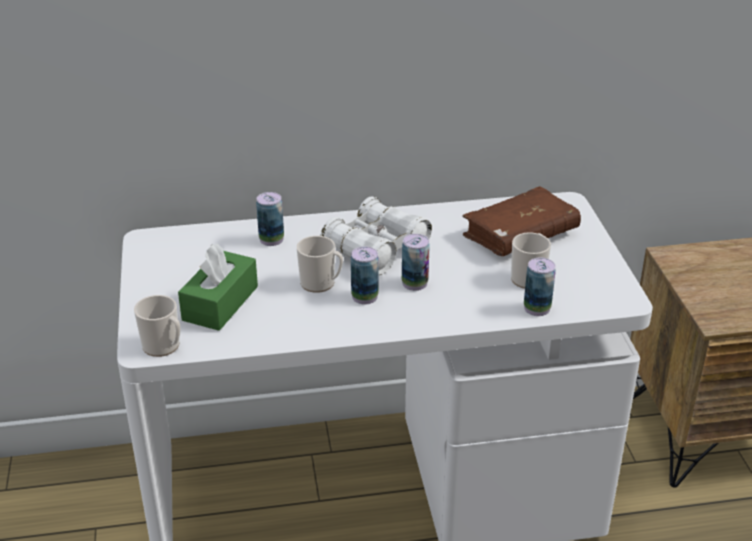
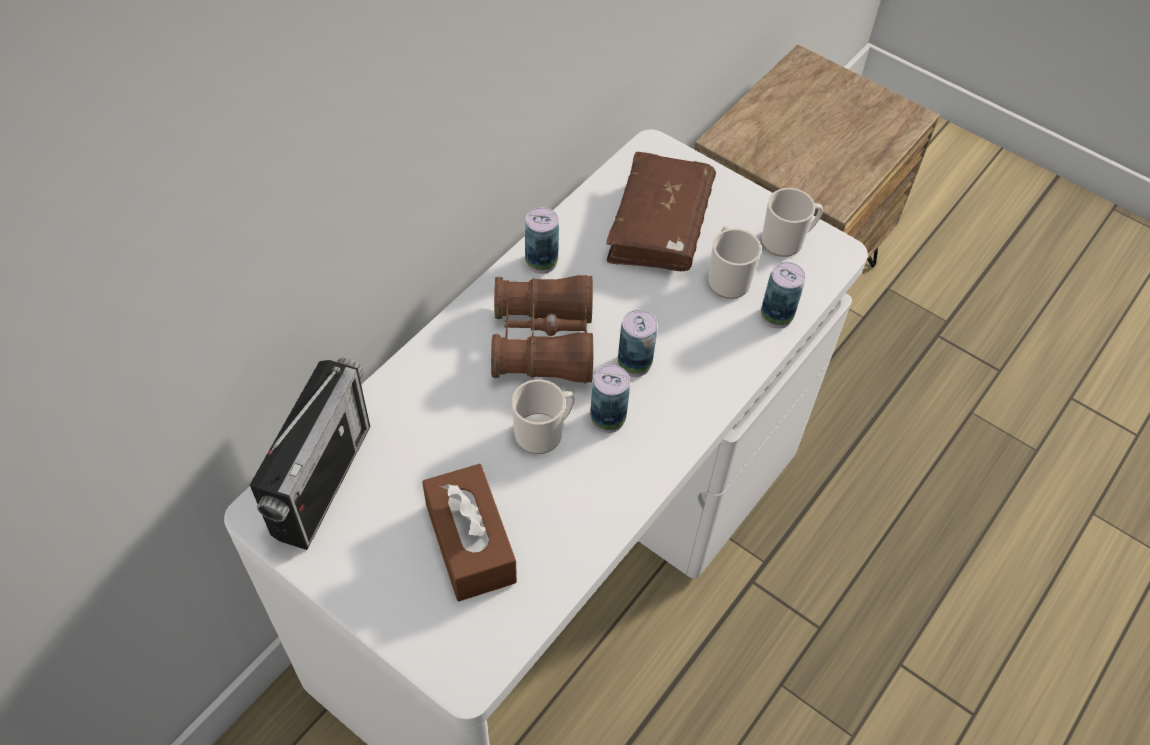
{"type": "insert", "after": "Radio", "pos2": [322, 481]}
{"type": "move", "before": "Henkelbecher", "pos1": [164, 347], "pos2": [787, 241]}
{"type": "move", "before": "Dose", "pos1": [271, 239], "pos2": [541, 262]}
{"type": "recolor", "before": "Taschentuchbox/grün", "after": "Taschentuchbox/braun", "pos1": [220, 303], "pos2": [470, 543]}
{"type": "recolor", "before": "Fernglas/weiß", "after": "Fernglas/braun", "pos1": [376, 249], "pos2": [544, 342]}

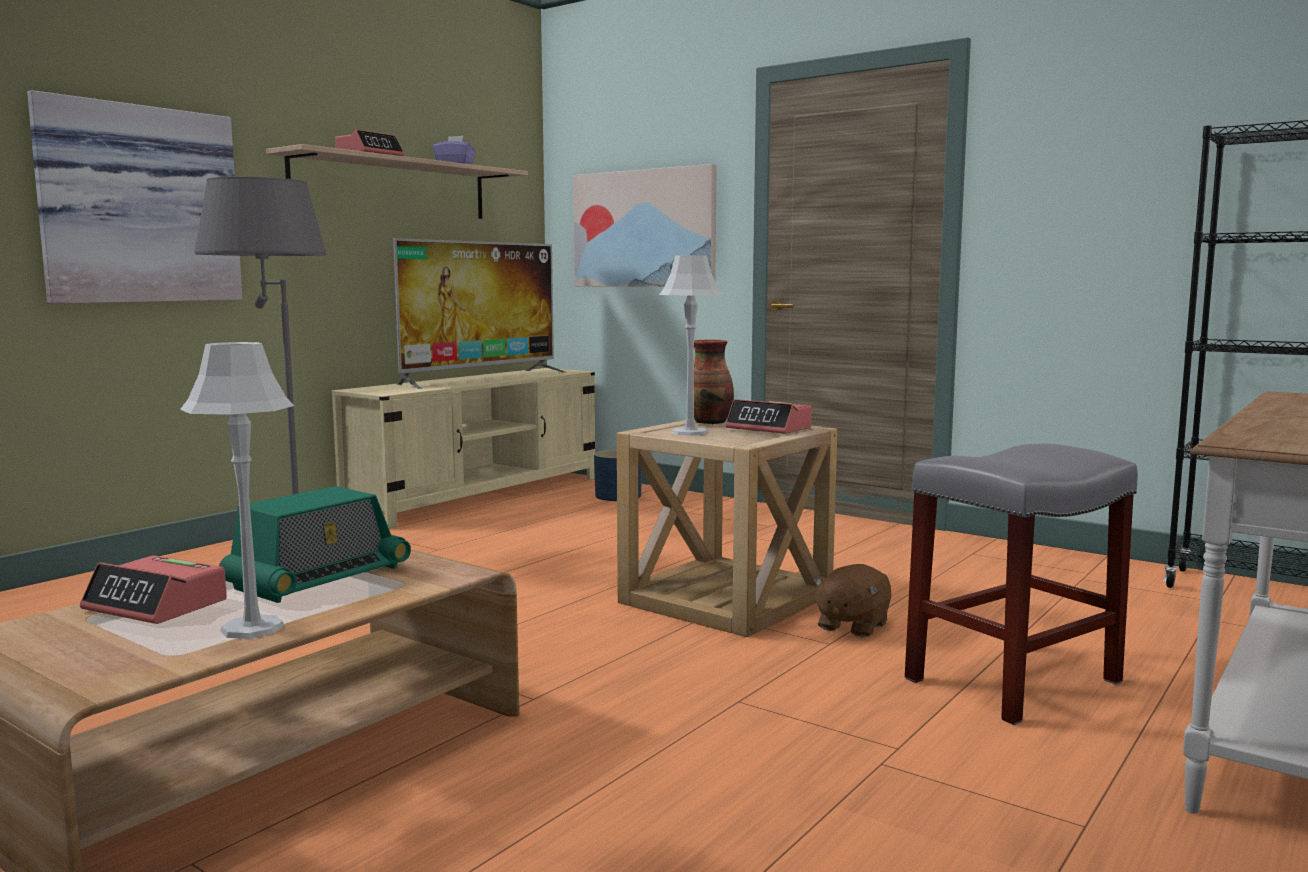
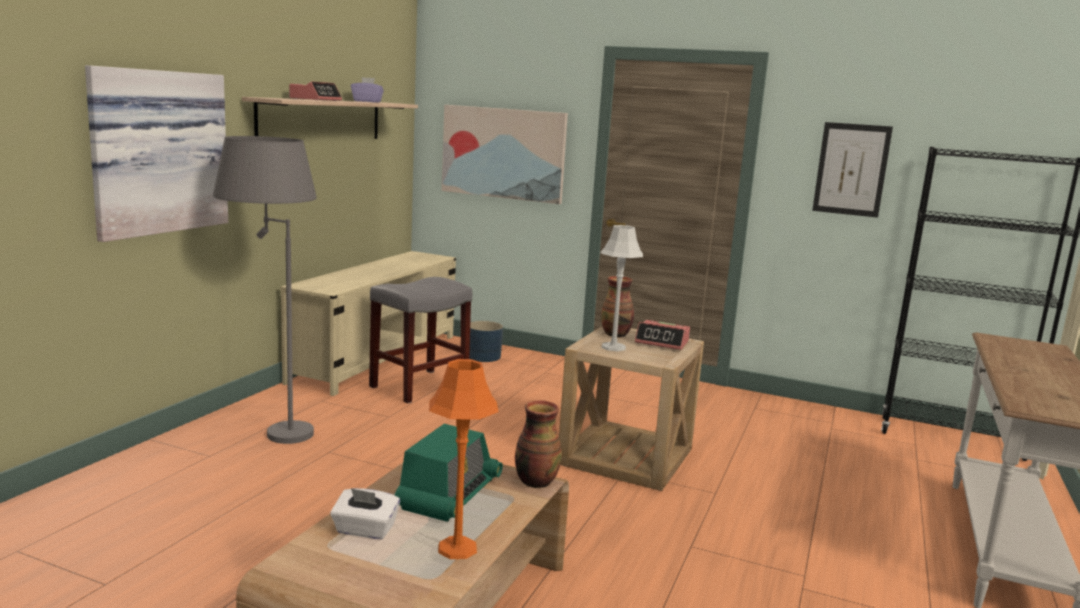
{"type": "delete", "before": "Fernseher", "pos1": [481, 378]}
{"type": "delete", "before": "Plüschtier/braun", "pos1": [851, 626]}
{"type": "insert", "after": "Vase", "pos2": [535, 481]}
{"type": "insert", "after": "Bild", "pos2": [851, 169]}
{"type": "move", "before": "Hocker/grau", "pos1": [1013, 680], "pos2": [419, 386]}
{"type": "replace", "before": "Wecker", "after": "Taschentuchbox/weiß", "pos1": [156, 605], "pos2": [365, 530]}
{"type": "recolor", "before": "Tischlampe/grau", "after": "Tischlampe/orange", "pos1": [253, 628], "pos2": [457, 548]}

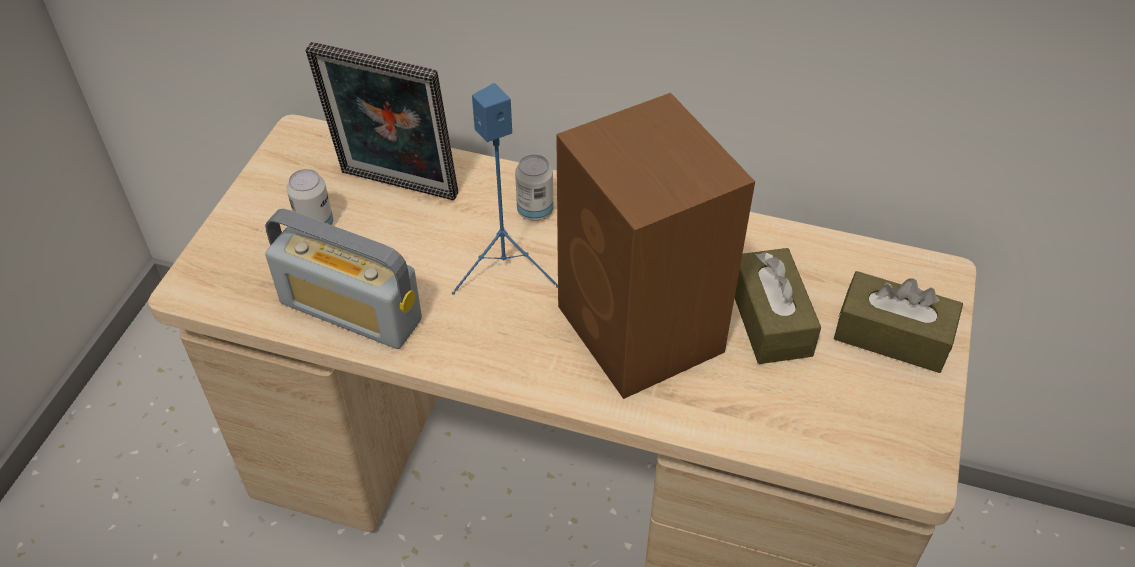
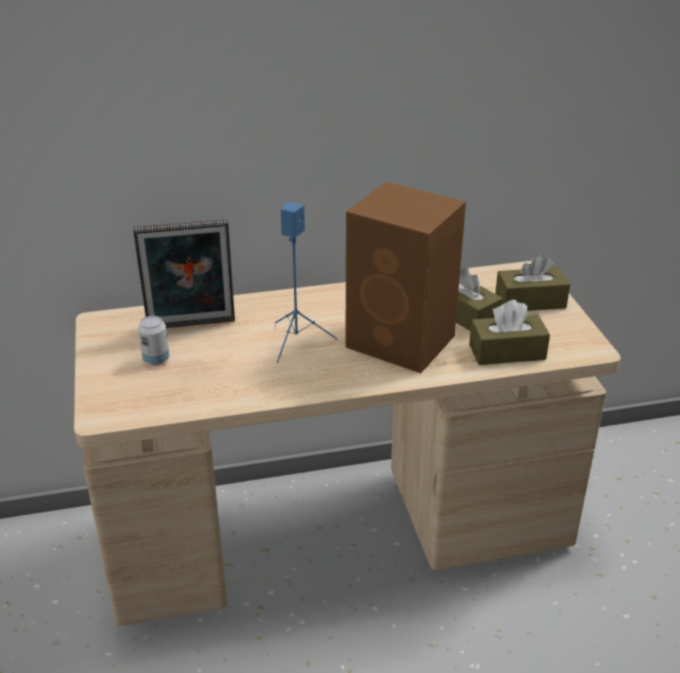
{"type": "delete", "before": "Radio", "pos1": [351, 311]}
{"type": "delete", "before": "Dose", "pos1": [535, 211]}
{"type": "insert", "after": "Taschentuchbox/braun", "pos2": [507, 352]}

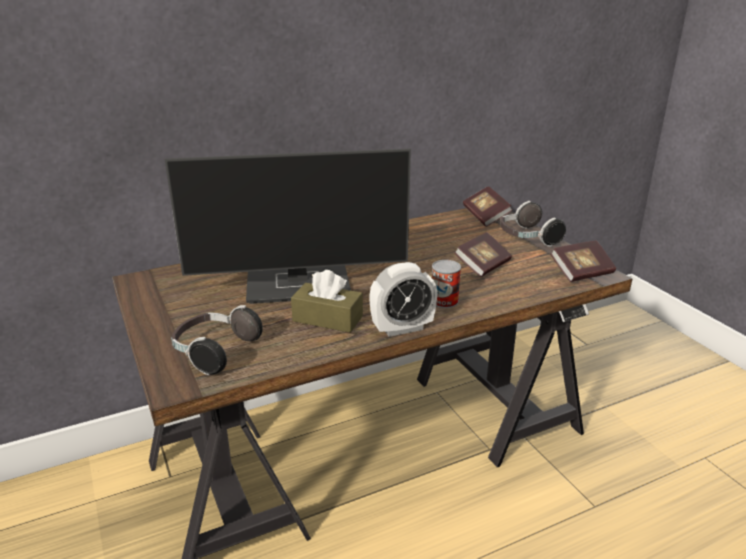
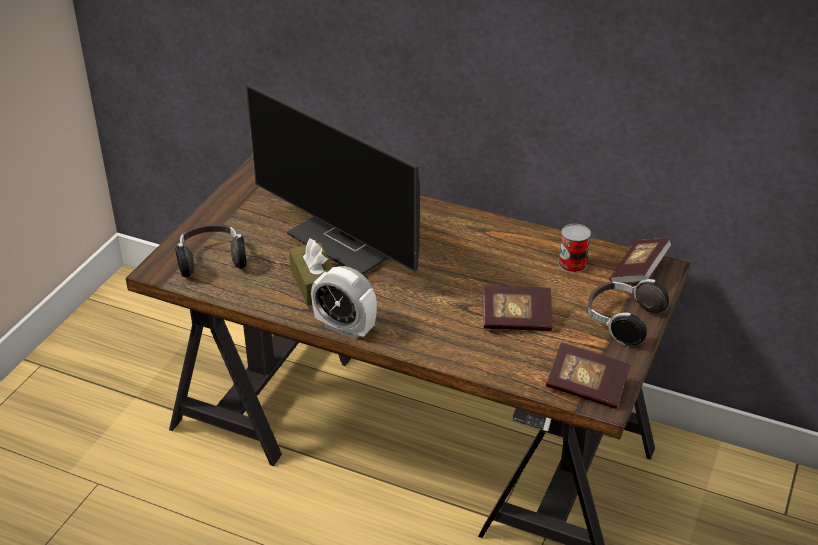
{"type": "move", "before": "Dose", "pos1": [444, 301], "pos2": [572, 264]}

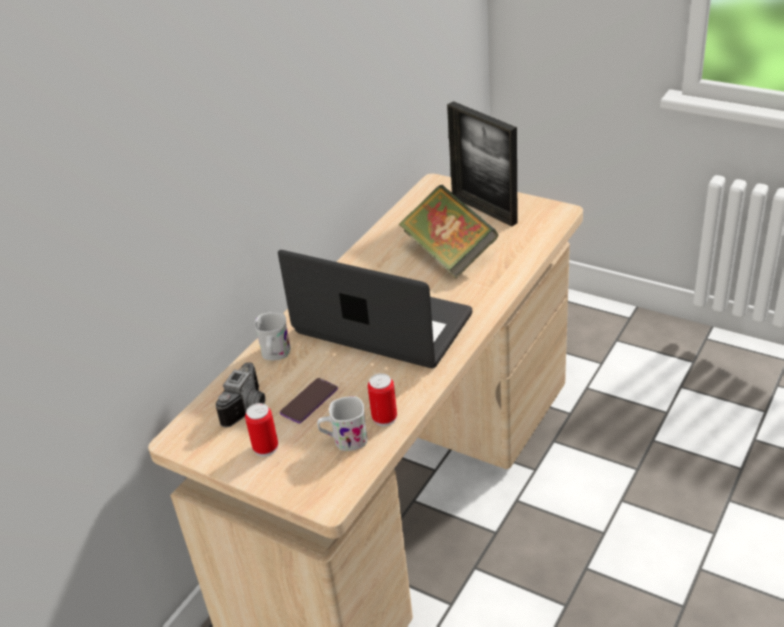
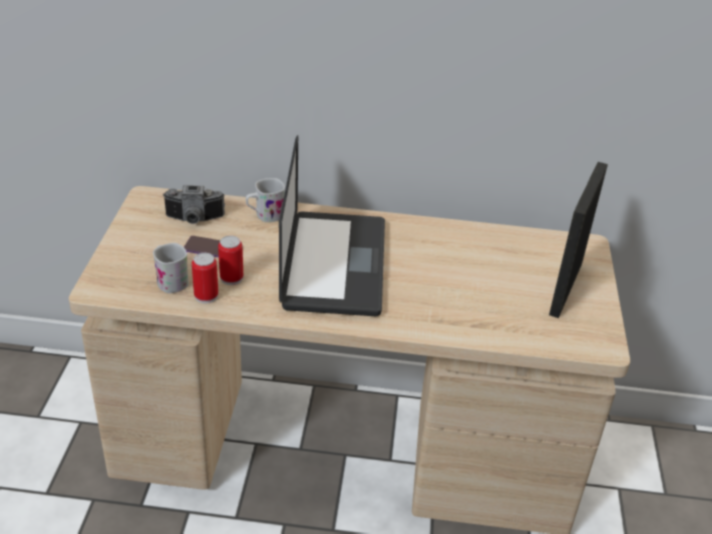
{"type": "delete", "before": "Buch", "pos1": [449, 254]}
{"type": "move", "before": "Dose", "pos1": [265, 447], "pos2": [231, 278]}

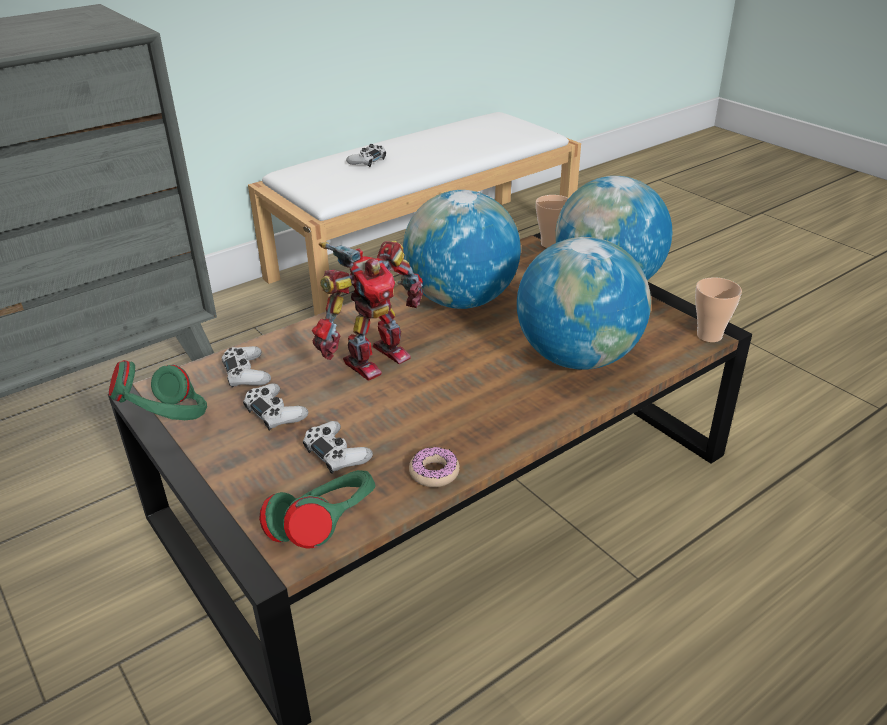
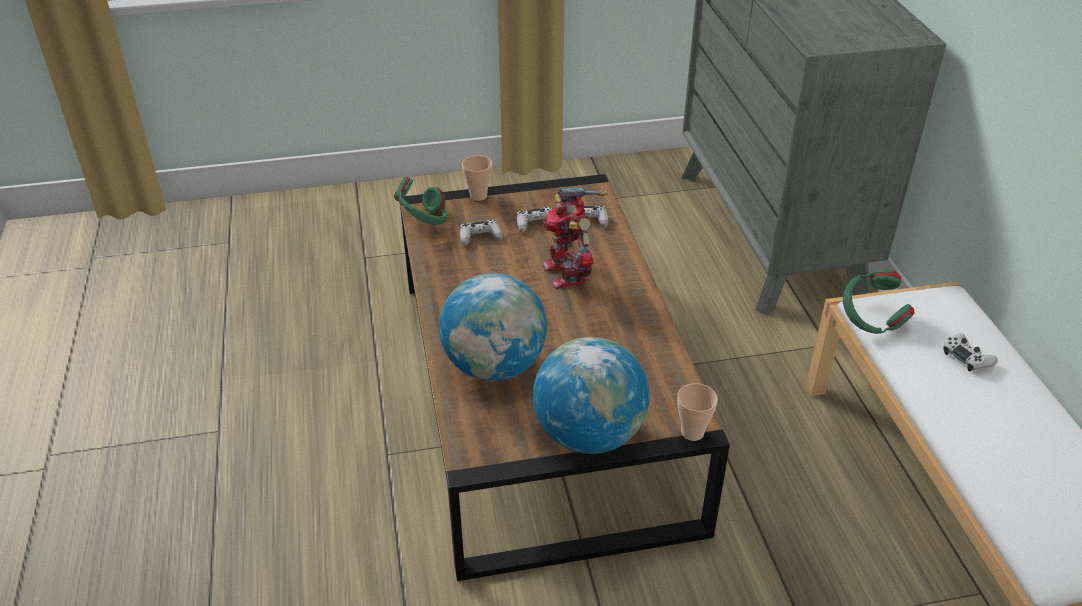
{"type": "delete", "before": "Globus", "pos1": [461, 300]}
{"type": "delete", "before": "Donut", "pos1": [434, 472]}
{"type": "move", "before": "Kopfhörer/grün", "pos1": [168, 420], "pos2": [871, 321]}
{"type": "move", "before": "Tasse", "pos1": [709, 335], "pos2": [478, 196]}

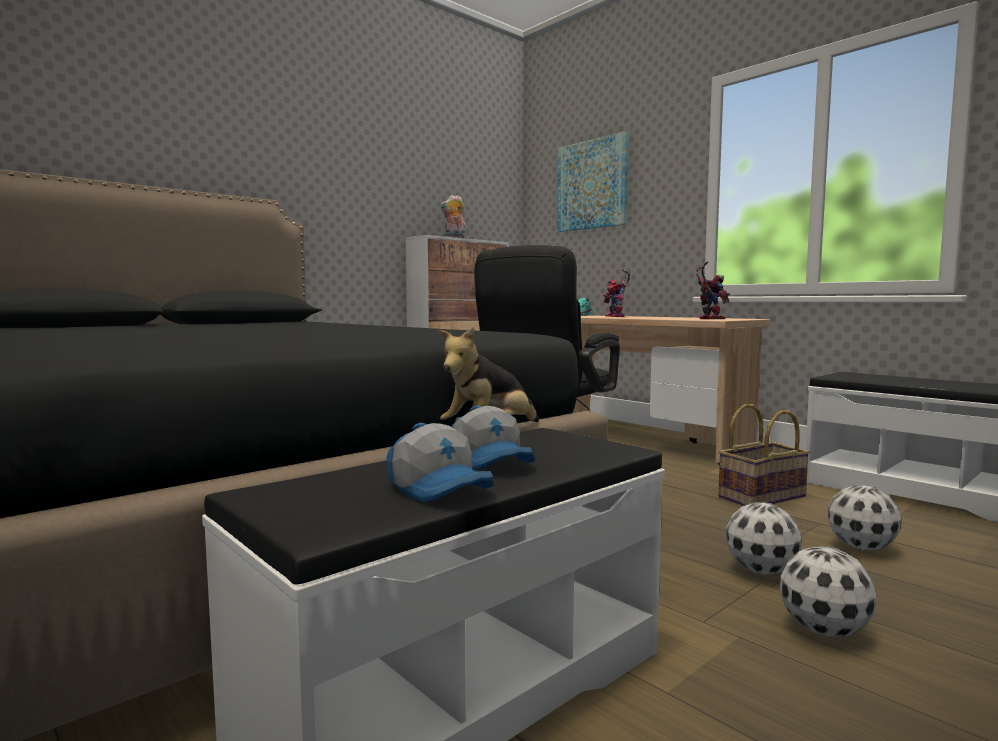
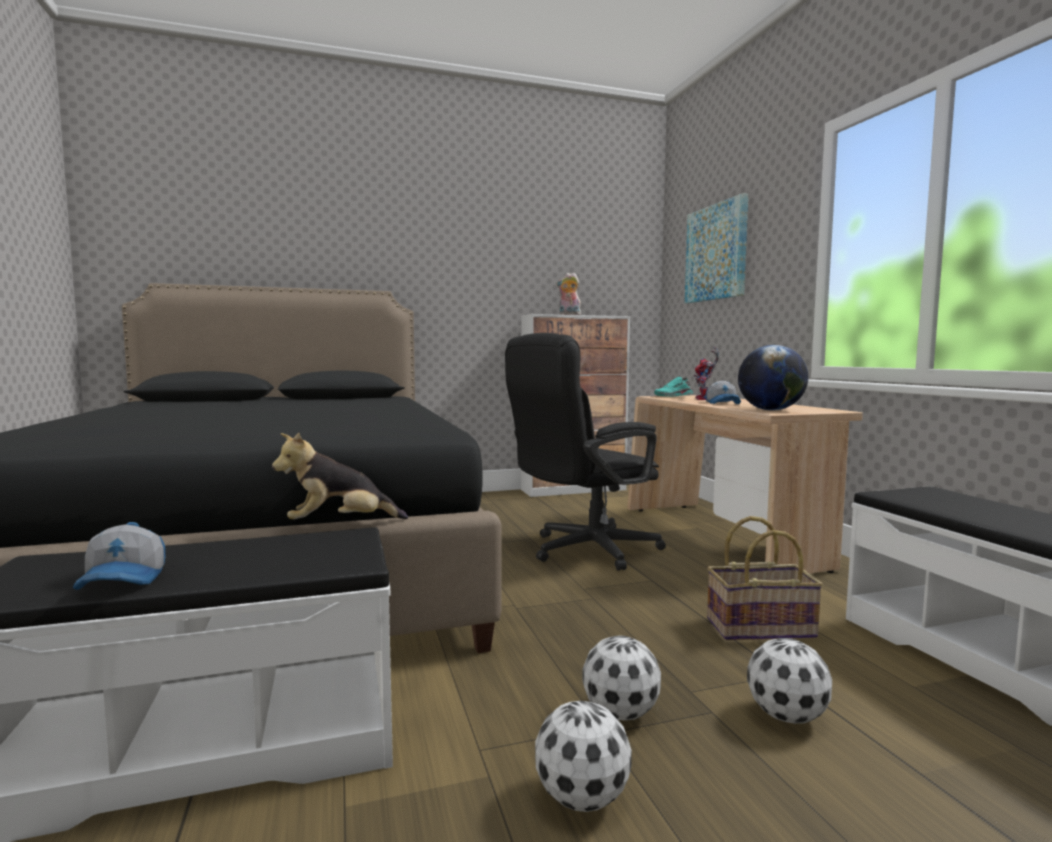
{"type": "move", "before": "Kappe", "pos1": [491, 461], "pos2": [723, 403]}
{"type": "replace", "before": "Spielzeugroboter", "after": "Globus", "pos1": [708, 319], "pos2": [770, 410]}

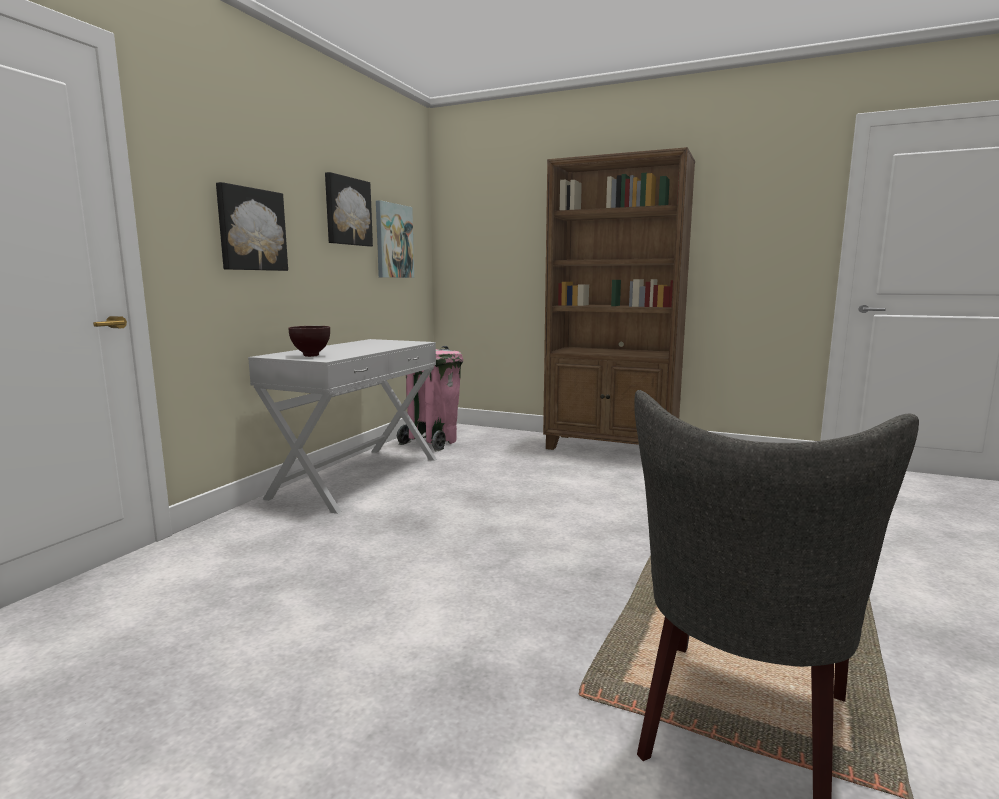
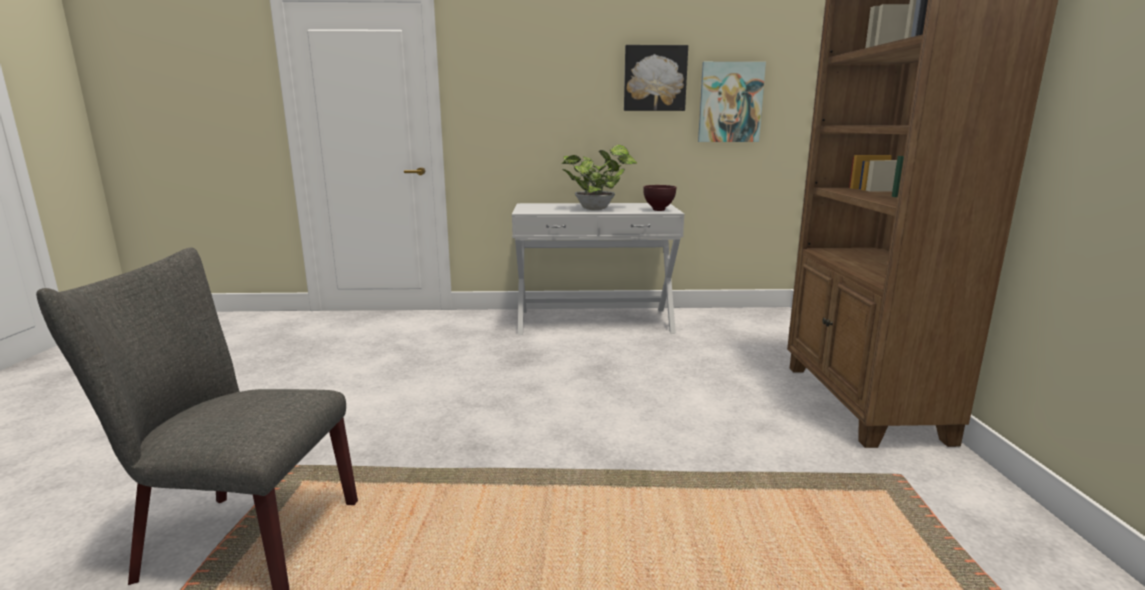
{"type": "delete", "before": "Bild", "pos1": [251, 229]}
{"type": "delete", "before": "Mülleimer/rosa", "pos1": [431, 442]}
{"type": "insert", "after": "Topfpflanze", "pos2": [598, 209]}
{"type": "move", "before": "Schüssel/braun", "pos1": [311, 355], "pos2": [659, 210]}

